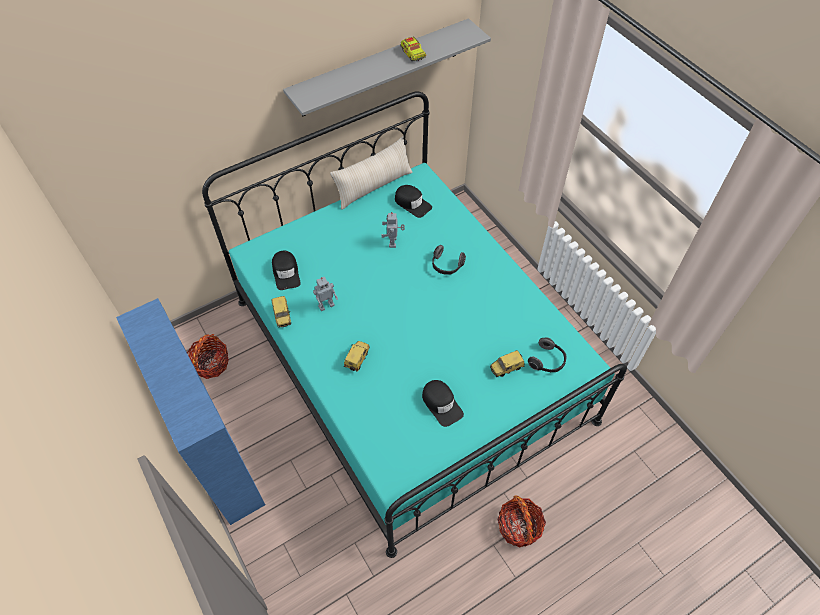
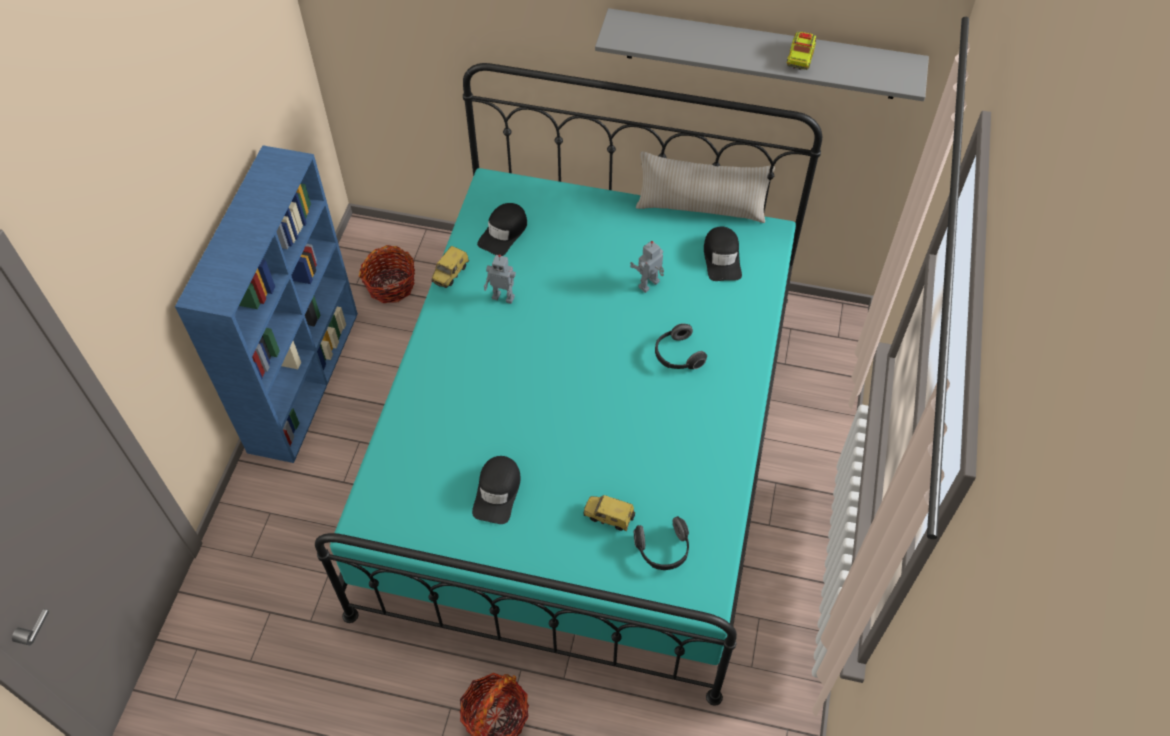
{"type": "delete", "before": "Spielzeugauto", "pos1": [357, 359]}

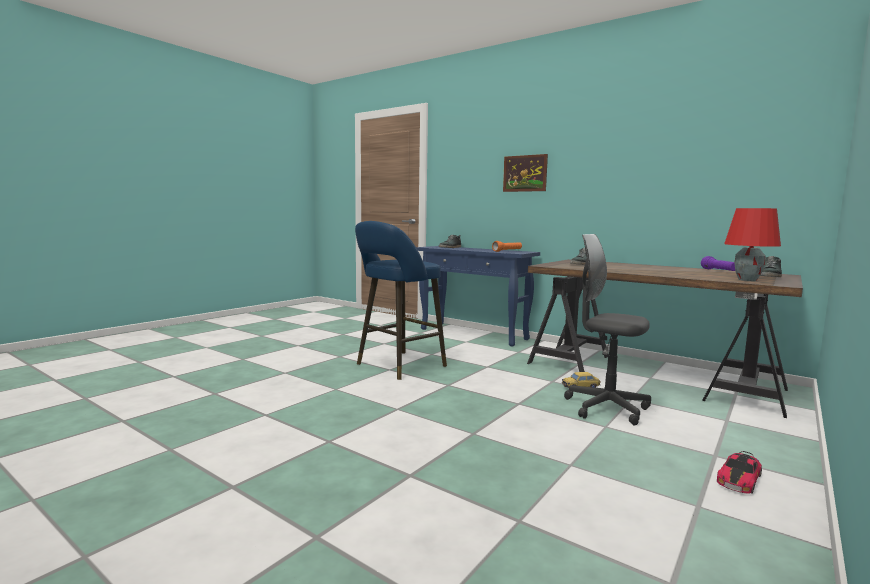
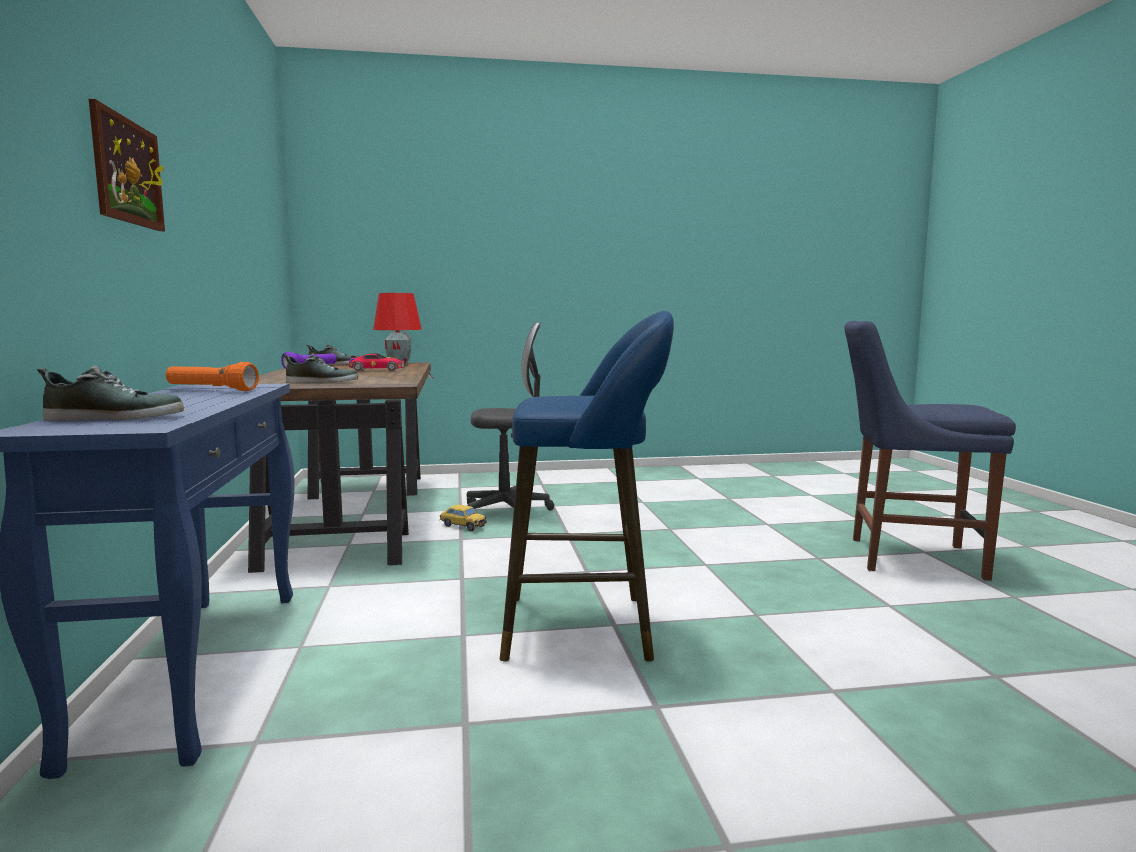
{"type": "insert", "after": "Stuhl/blau", "pos2": [907, 557]}
{"type": "move", "before": "Spielzeugauto", "pos1": [739, 479], "pos2": [377, 369]}
{"type": "rotate", "before": "Bürostuhl/grau", "pos1": [606, 408], "pos2": [507, 511], "turn": -90}

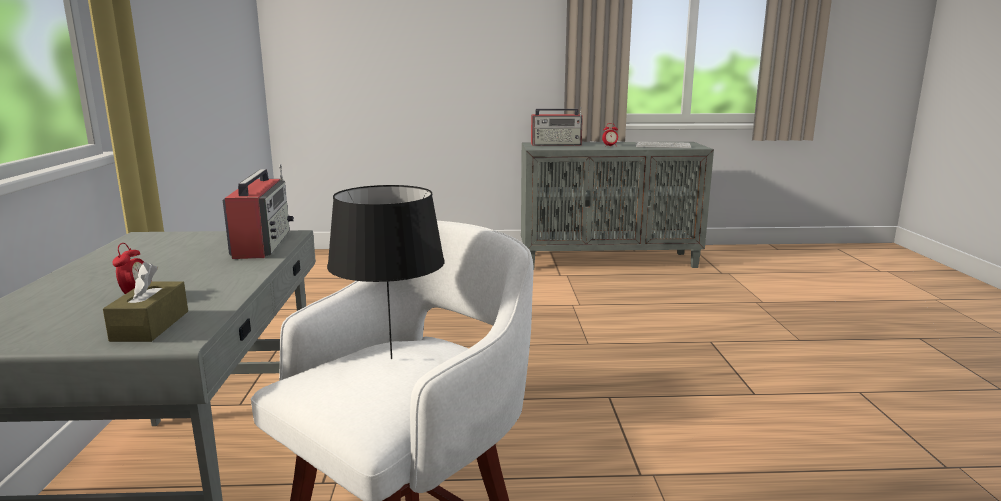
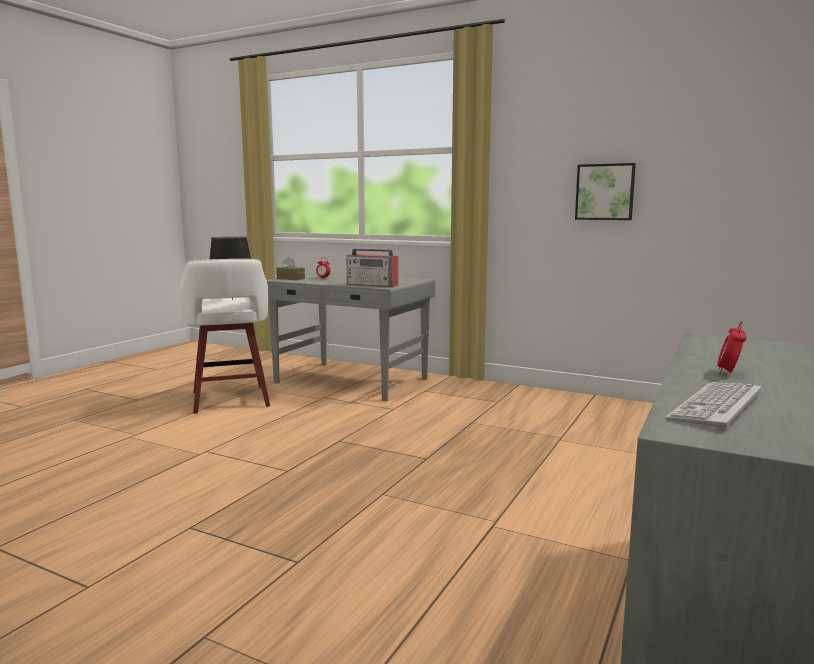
{"type": "delete", "before": "Radio", "pos1": [556, 144]}
{"type": "insert", "after": "Bild", "pos2": [605, 192]}

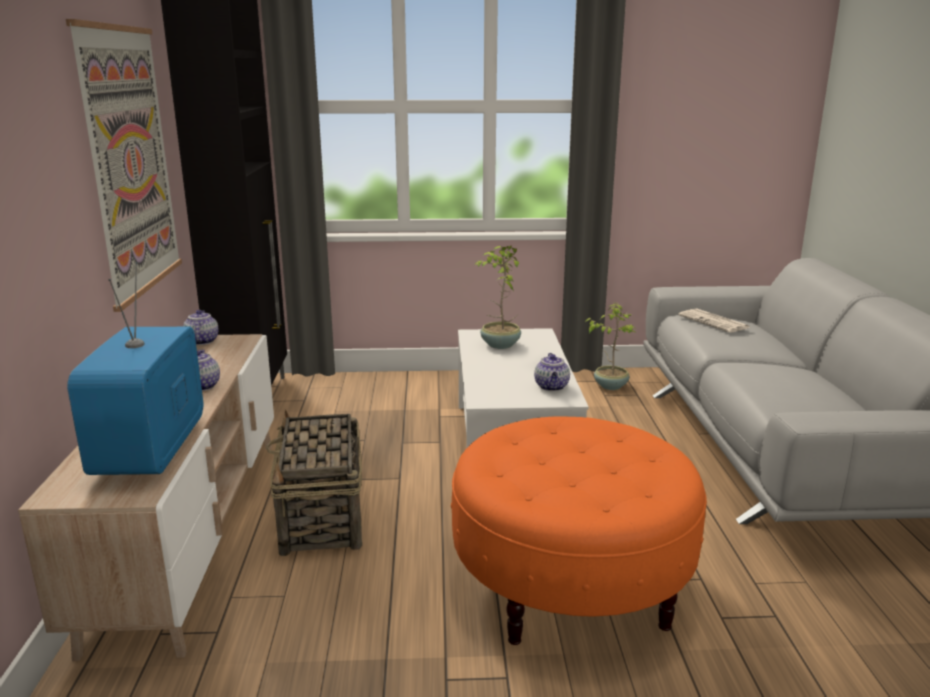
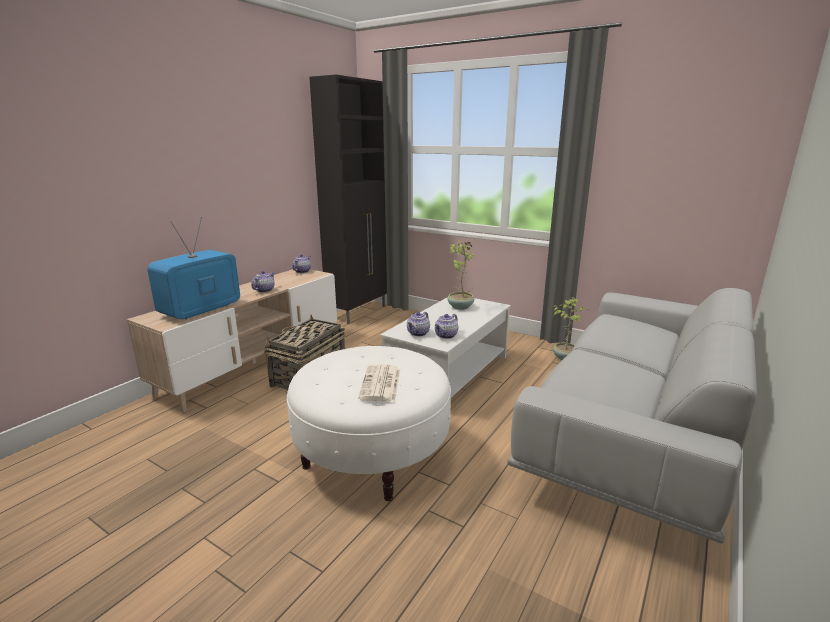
{"type": "delete", "before": "Bild", "pos1": [130, 162]}
{"type": "insert", "after": "Teekanne", "pos2": [418, 333]}
{"type": "move", "before": "Zeitung", "pos1": [714, 322], "pos2": [381, 384]}
{"type": "recolor", "before": "Polsterhocker/orange", "after": "Polsterhocker/weiß", "pos1": [571, 584], "pos2": [372, 454]}

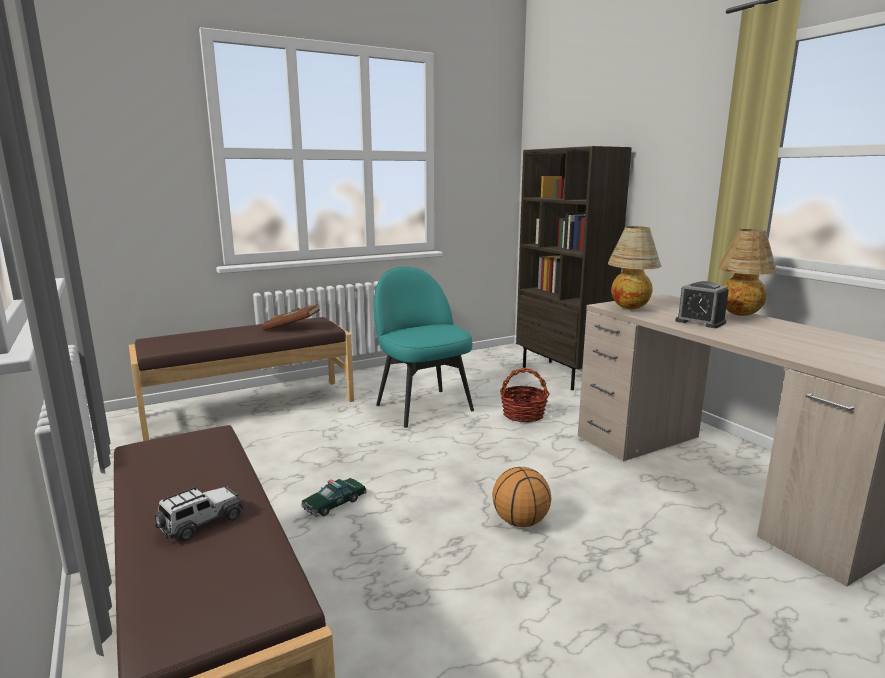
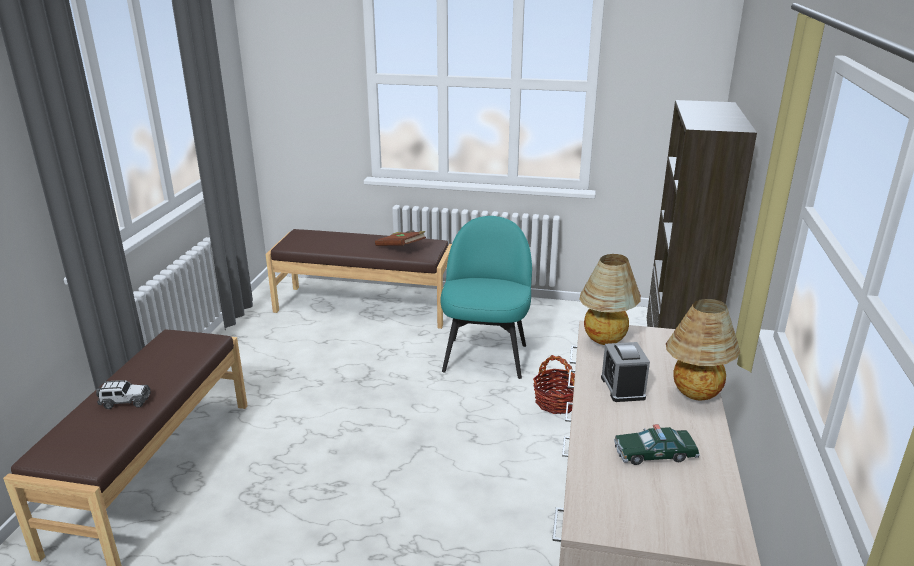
{"type": "delete", "before": "Basketball", "pos1": [520, 521]}
{"type": "move", "before": "Spielzeugauto", "pos1": [334, 503], "pos2": [654, 454]}

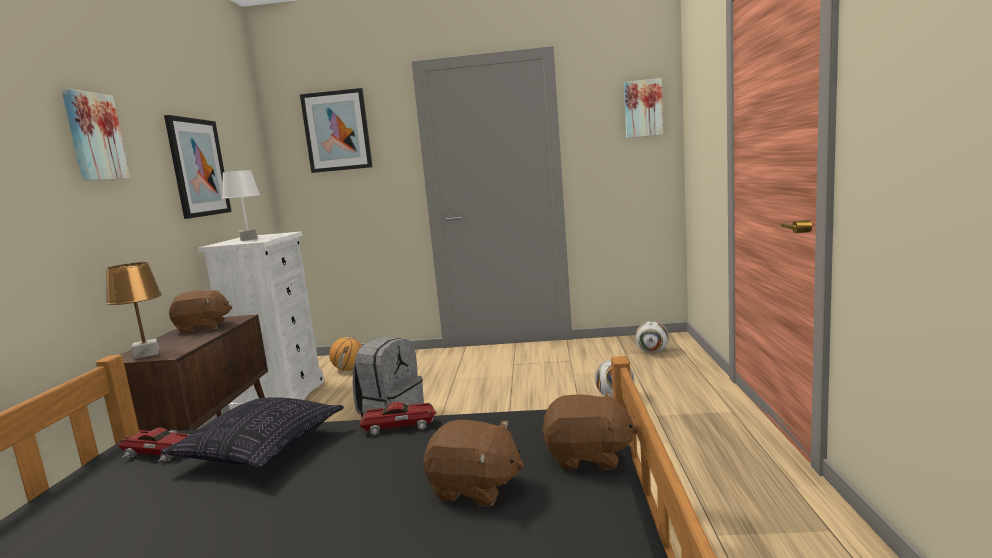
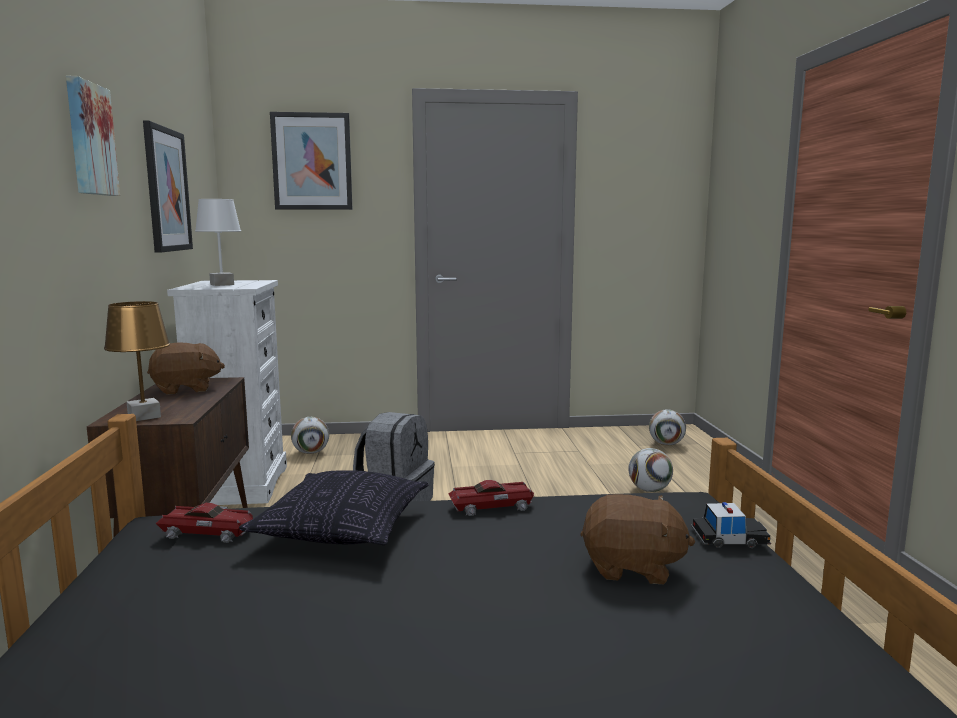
{"type": "delete", "before": "Bild", "pos1": [643, 108]}
{"type": "replace", "before": "Basketball", "after": "Fußball", "pos1": [349, 369], "pos2": [311, 453]}
{"type": "replace", "before": "Plüschtier/braun", "after": "Spielzeugauto", "pos1": [588, 457], "pos2": [729, 538]}

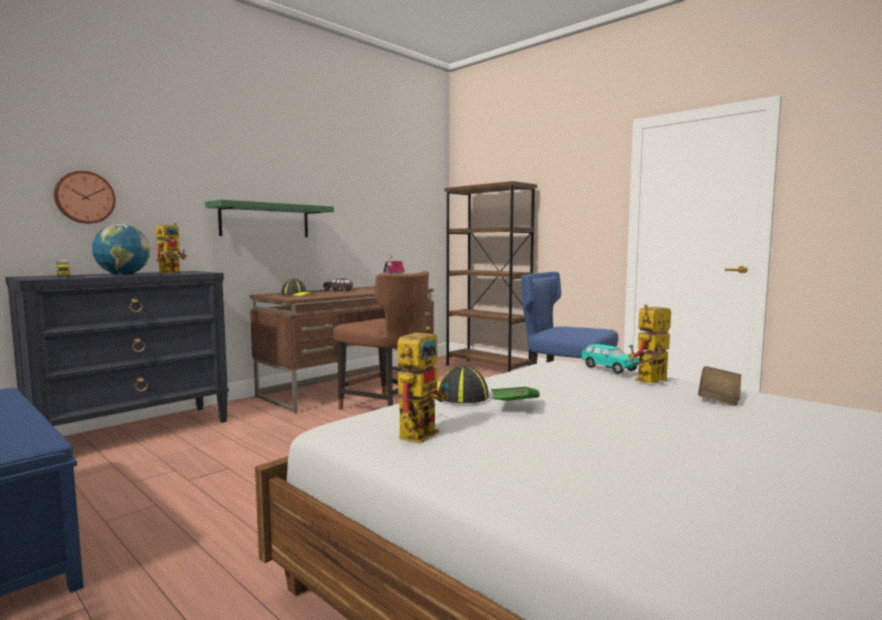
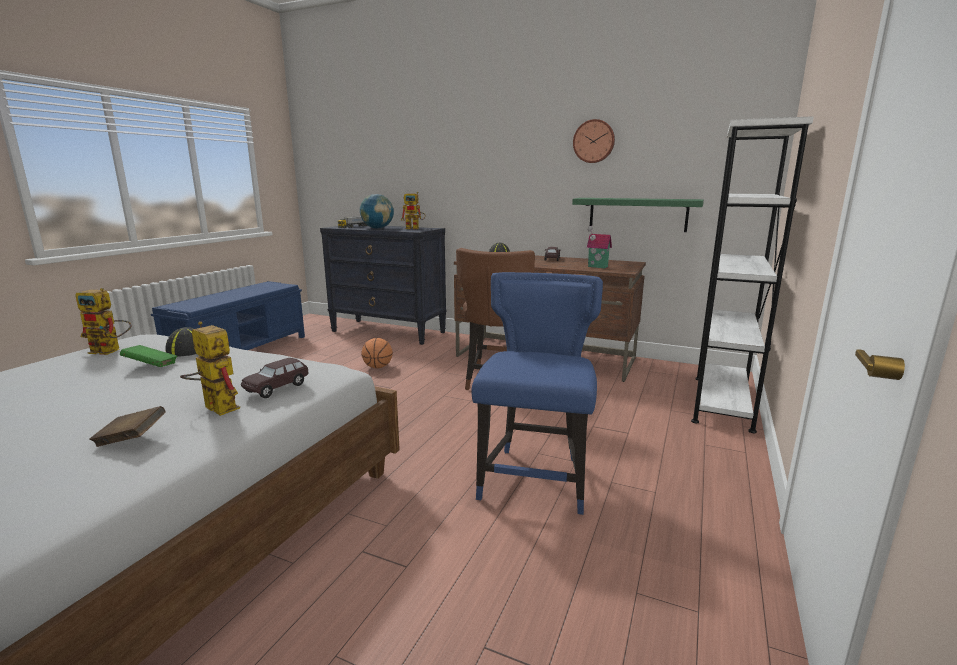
{"type": "insert", "after": "Basketball", "pos2": [378, 367]}
{"type": "move", "before": "Wanduhr", "pos1": [84, 197], "pos2": [594, 141]}
{"type": "move", "before": "Wandregal/grün", "pos1": [265, 220], "pos2": [637, 214]}
{"type": "recolor", "before": "Bücherregal/braun", "after": "Bücherregal/weiß", "pos1": [487, 368], "pos2": [722, 402]}
{"type": "recolor", "before": "Spielzeugauto/türkis", "after": "Spielzeugauto/braun", "pos1": [609, 368], "pos2": [277, 388]}

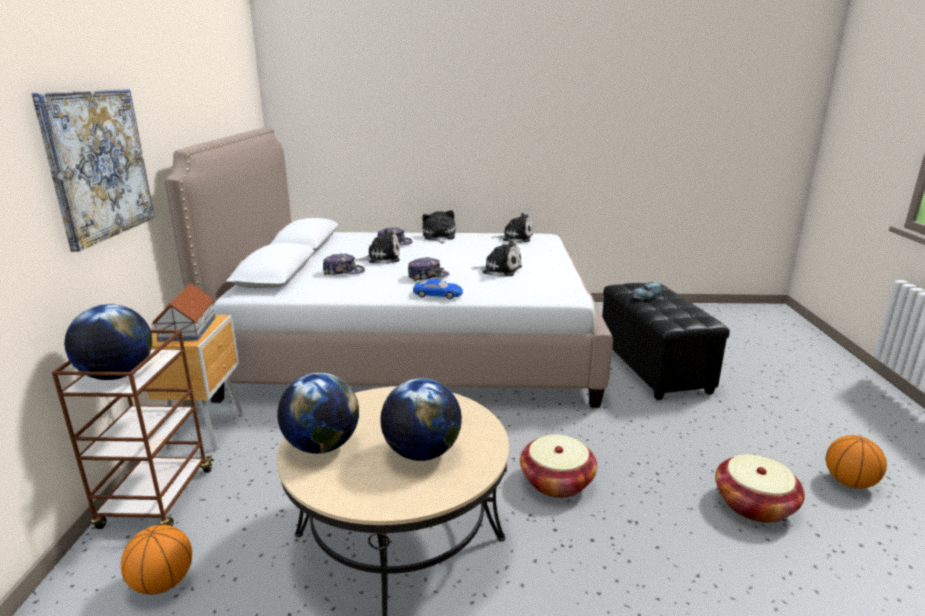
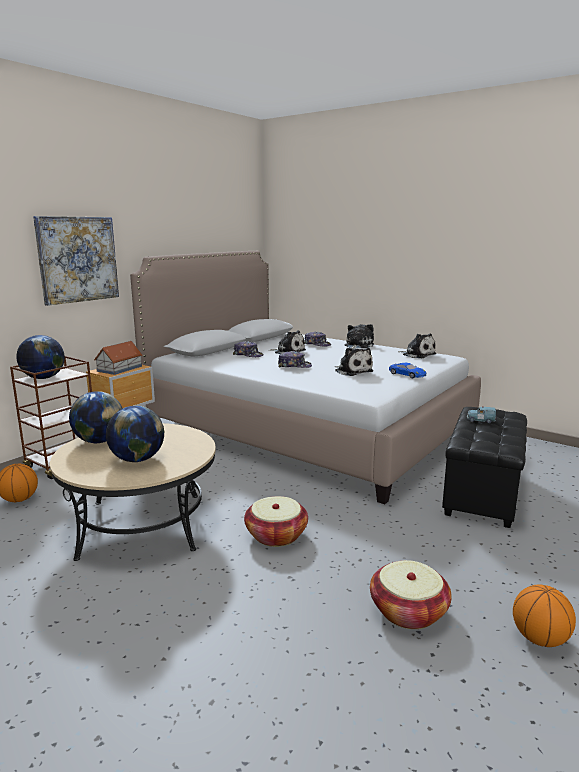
{"type": "move", "before": "Spielzeugauto/blau", "pos1": [438, 294], "pos2": [407, 374]}

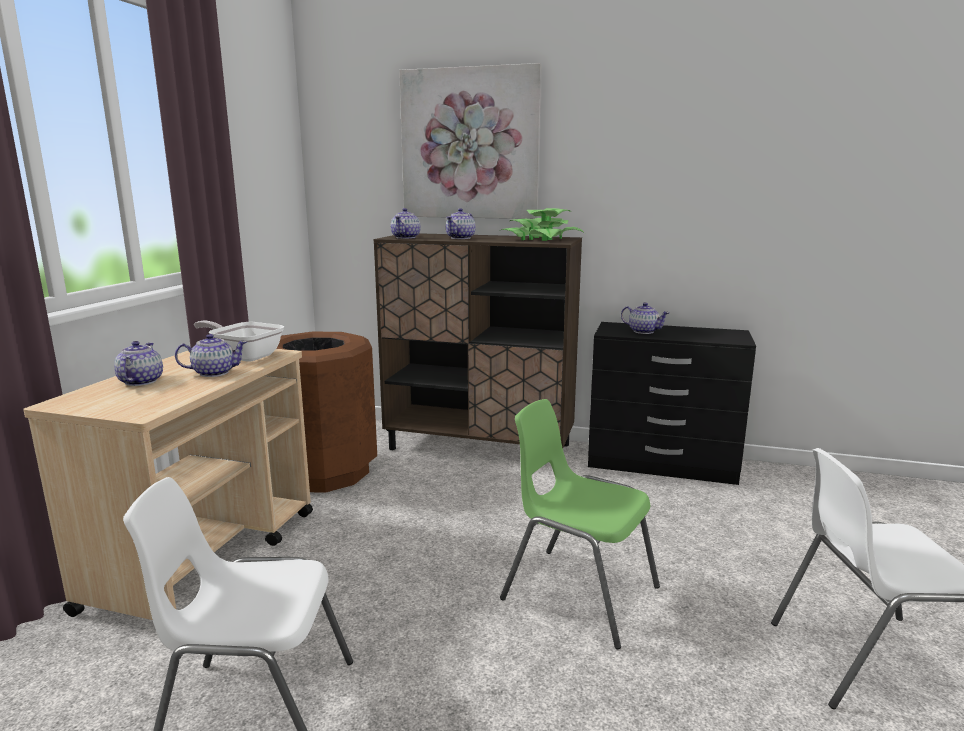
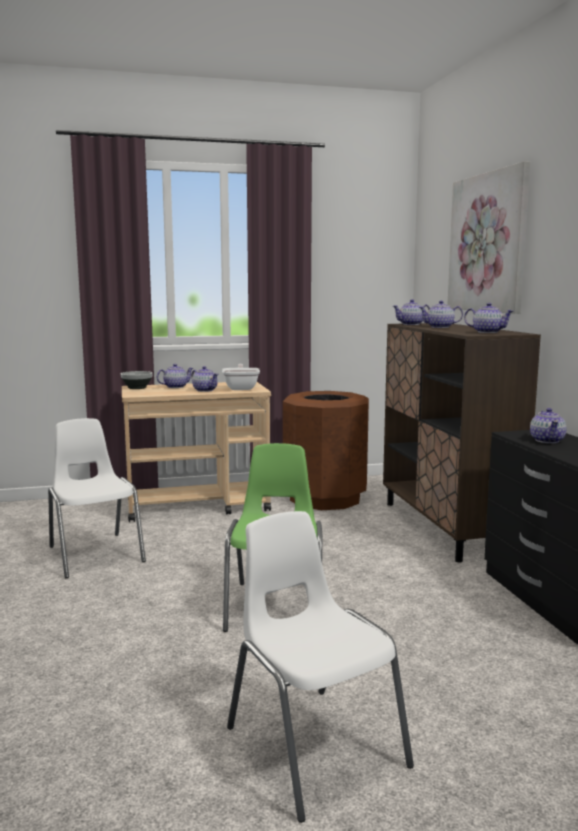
{"type": "insert", "after": "Schüssel", "pos2": [137, 388]}
{"type": "replace", "before": "Topfpflanze", "after": "Teekanne", "pos1": [542, 239], "pos2": [487, 332]}

